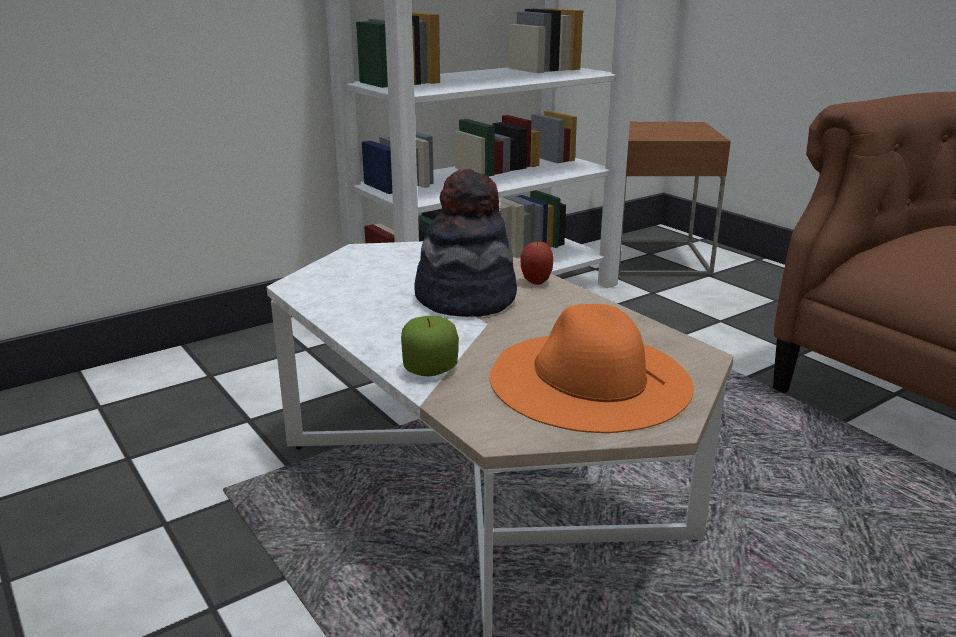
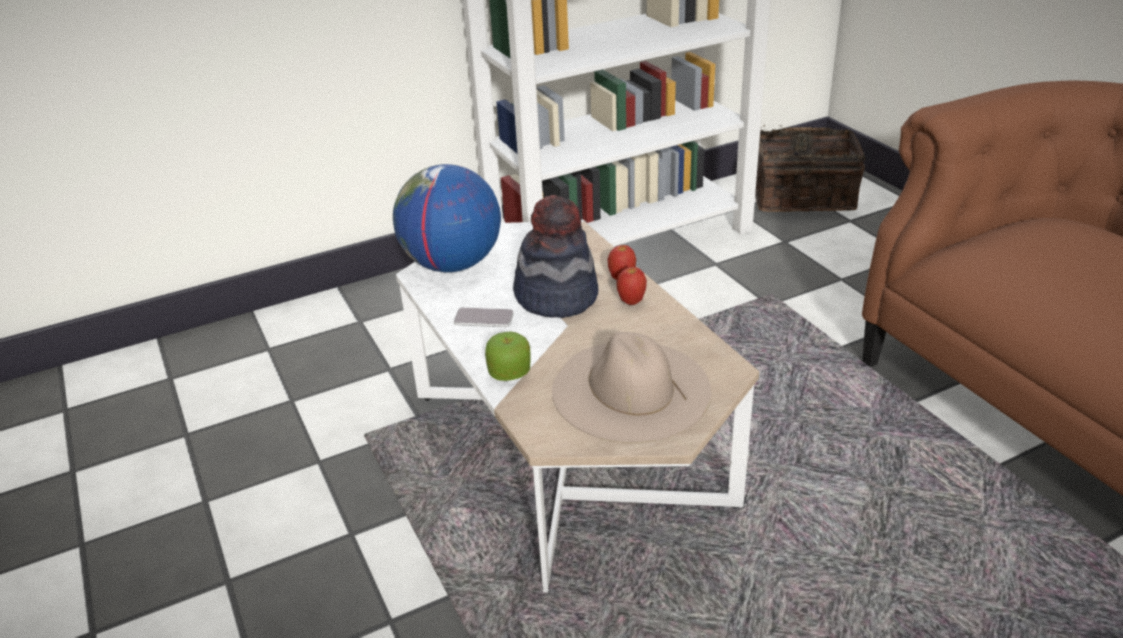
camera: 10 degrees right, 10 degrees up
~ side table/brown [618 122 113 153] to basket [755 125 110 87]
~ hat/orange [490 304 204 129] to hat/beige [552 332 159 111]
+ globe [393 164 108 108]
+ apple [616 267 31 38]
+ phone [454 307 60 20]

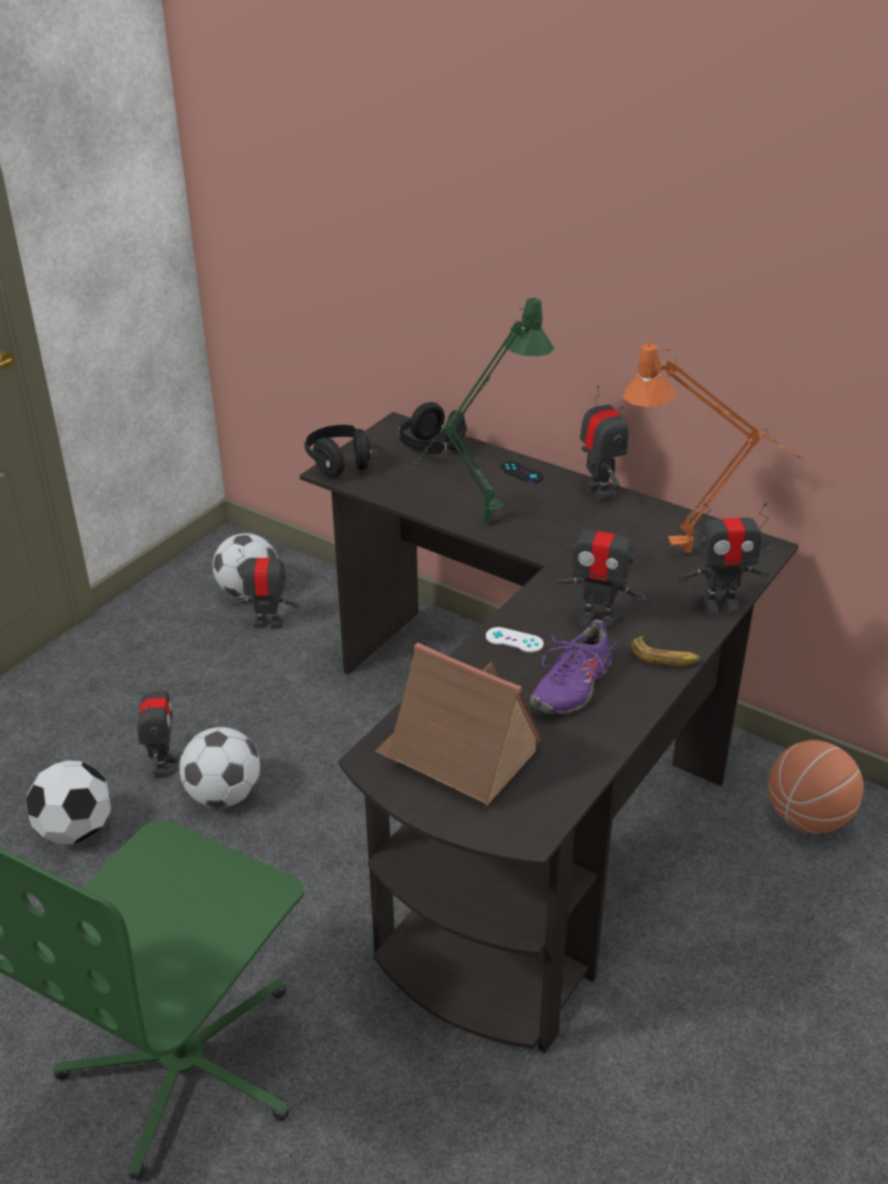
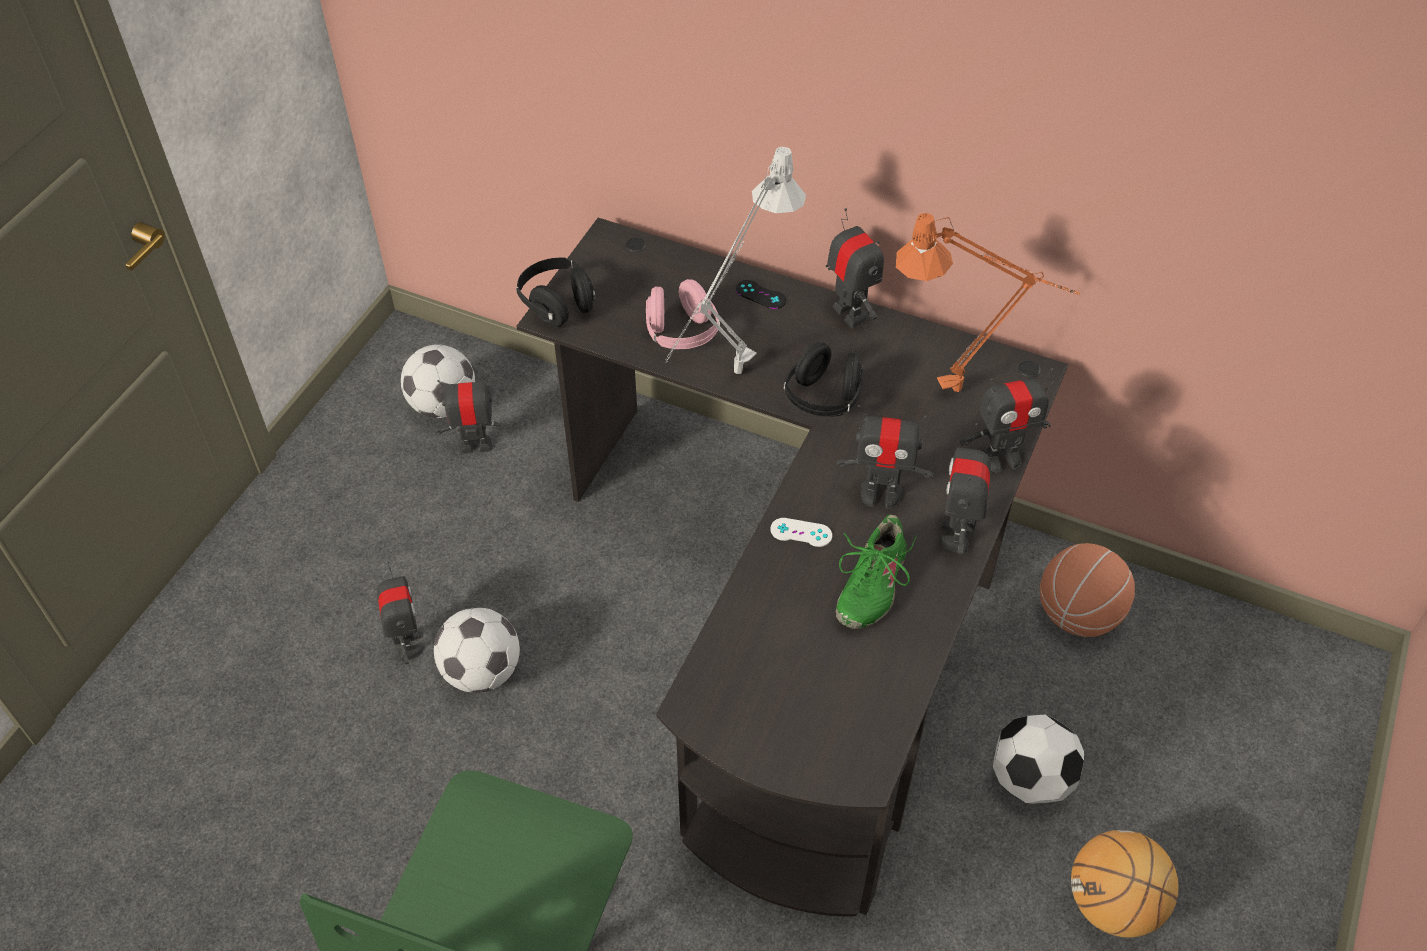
camera: 10 degrees left, 15 degrees up
~ table lamp/green [407 297 148 225] to table lamp/grey [665 147 141 227]
~ headphones/black [398 402 69 52] to [784 342 80 75]
~ shoe/purple [530 619 89 95] to shoe/green [836 515 81 114]
~ banana [631 636 69 30] to toy robot [938 423 53 132]
- toy house [375 642 168 164]
~ football [26 761 85 84] to [993 715 91 89]
+ headphones/pink [646 279 74 70]
+ basketball [1071 830 108 108]

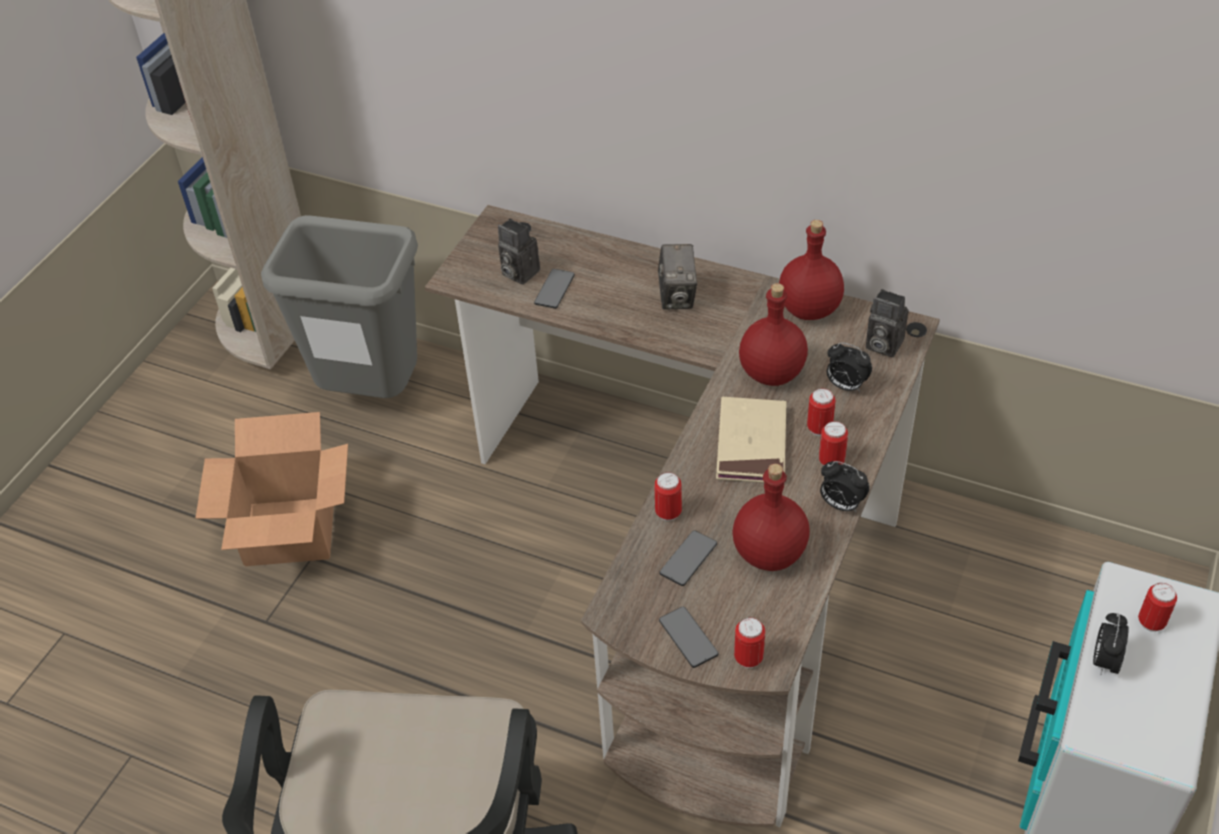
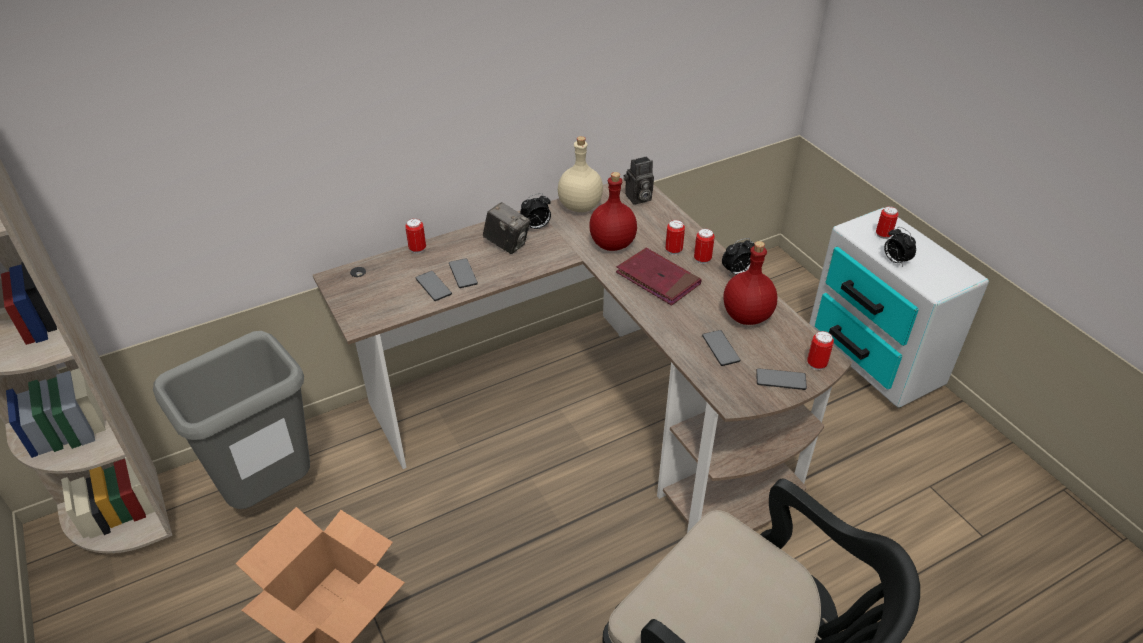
camera: 55 degrees left, 5 degrees down
- photo camera [498 218 42 67]
~ bottle/red [779 220 65 100] to bottle/beige [558 136 45 76]
~ alarm clock [827 342 45 50] to [520 193 31 37]
~ book/beige [716 397 70 86] to book/red [616 248 86 58]
~ can [655 472 27 49] to [405 218 21 35]
+ phone [449 258 29 30]

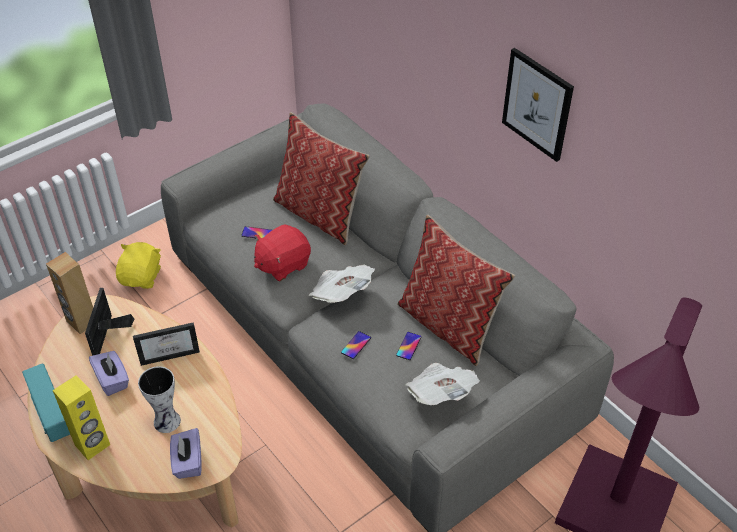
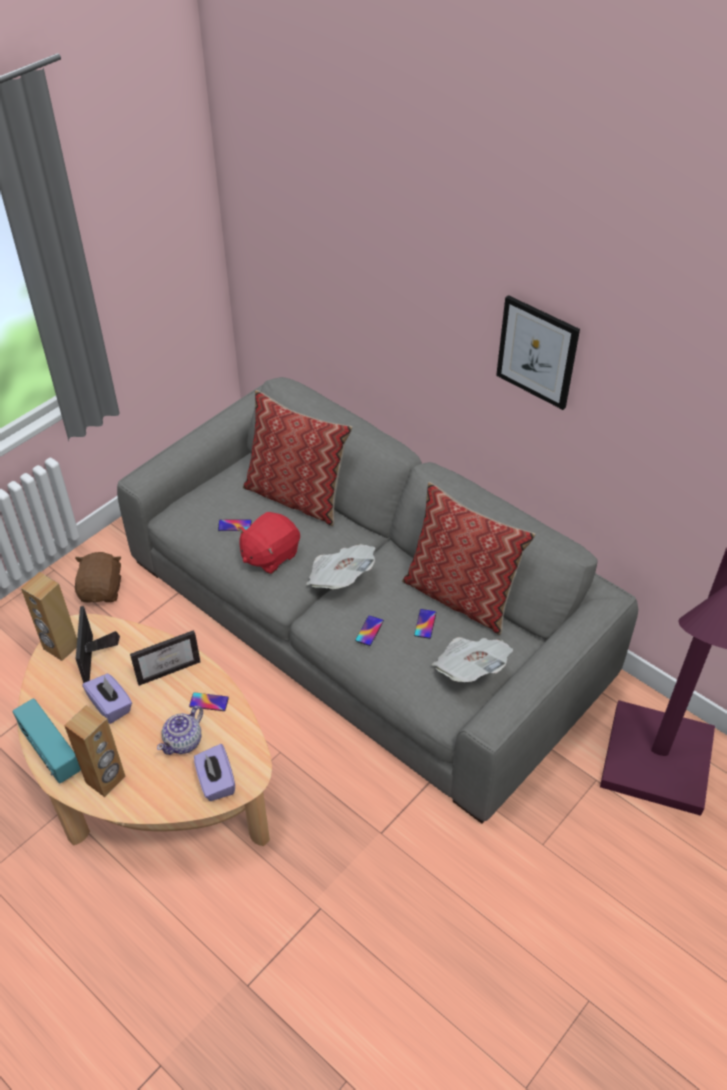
camera: 10 degrees left, 0 degrees up
~ plush toy/yellow [116 242 45 47] to plush toy/brown [75 552 46 50]
~ vase [138 366 43 67] to teapot [157 706 46 49]
~ speaker/yellow [52 375 58 85] to speaker/brown [64 705 62 92]
+ phone [189 692 40 19]

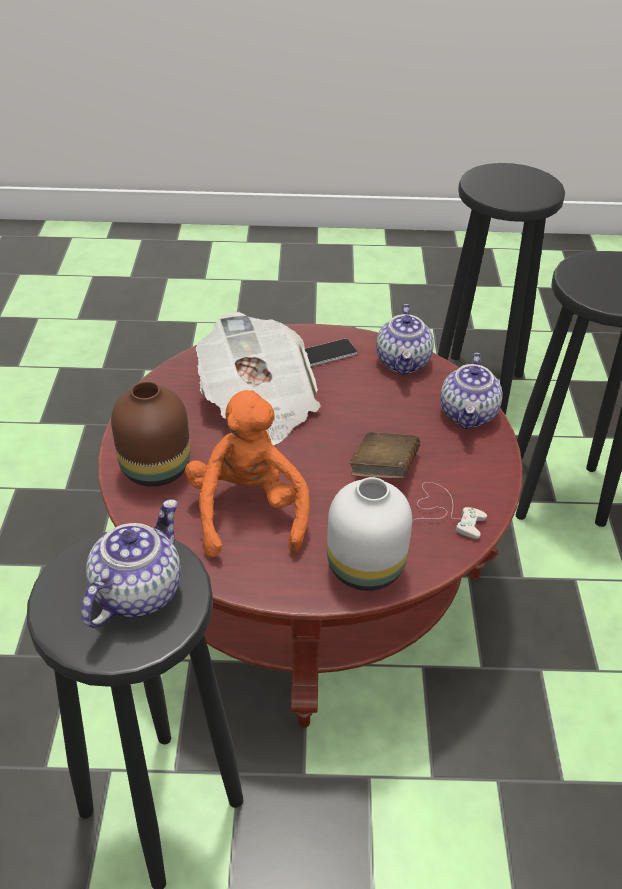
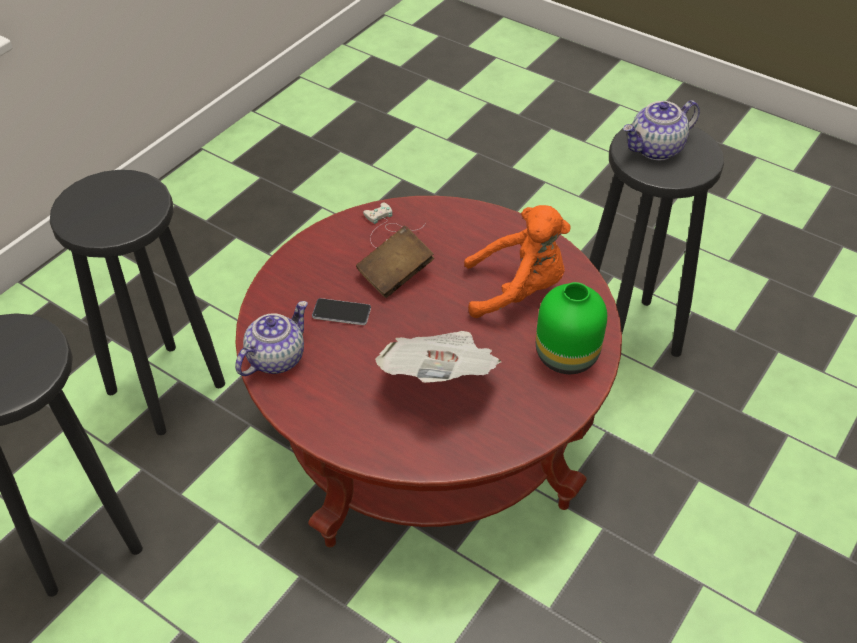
camera: 145 degrees left, 5 degrees up
~ phone [305 339 53 27] to [312 298 59 27]
- teapot [440 353 63 76]
~ vase/brown [111 381 79 106] to vase/green [536 282 71 92]
~ plush toy/orange [185 390 125 167] = [464 205 107 113] 120 degrees counterclockwise
- vase/white [327 477 85 114]

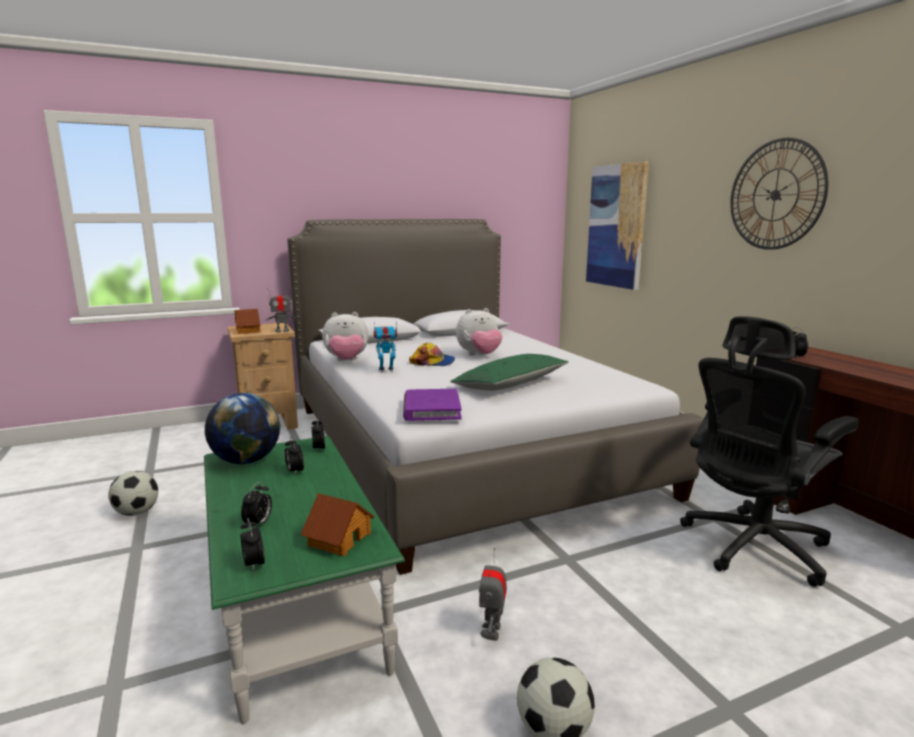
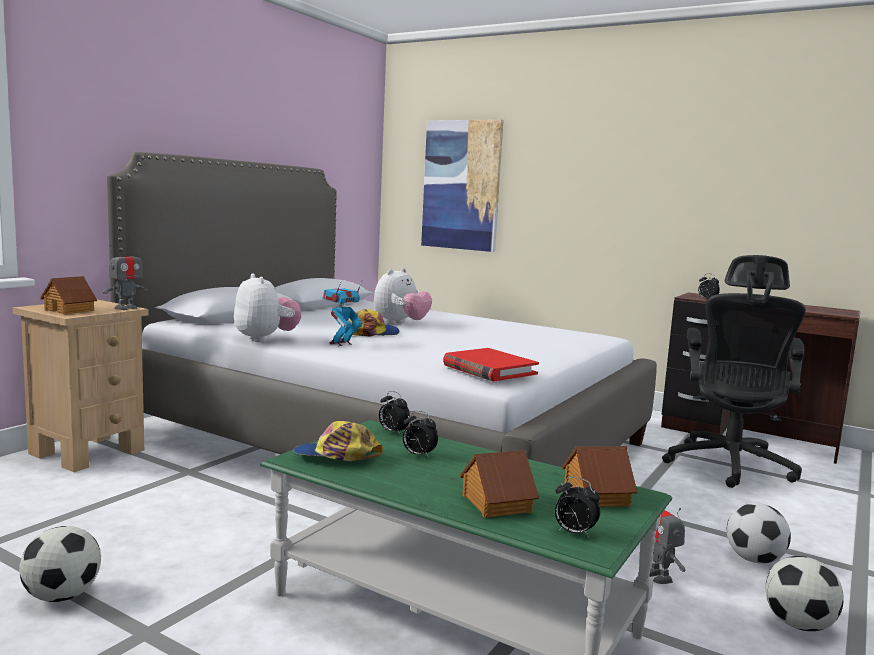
camera: 35 degrees left, 5 degrees down
- wall clock [730 138 98 112]
~ plush toy [322 312 47 49] = [234 274 67 68] 75 degrees counterclockwise
- pillow/green [450 354 119 37]
~ book/purple [403 389 59 32] to book/red [443 348 96 33]
~ globe [205 393 75 71] to cap [294 421 89 40]
~ alarm clock [241 482 31 46] to toy house [460 450 79 68]
+ football [727 503 64 61]

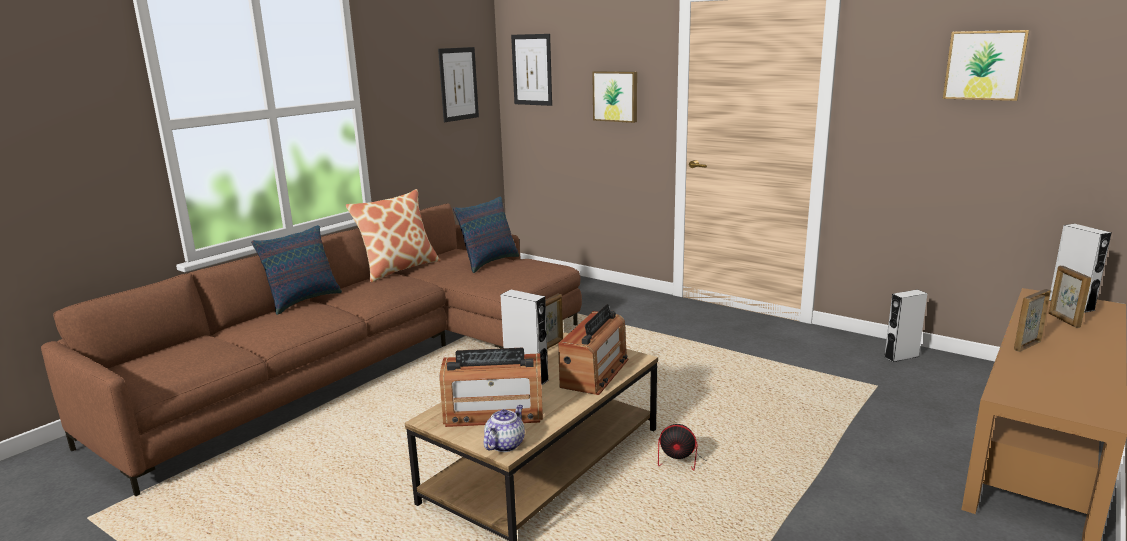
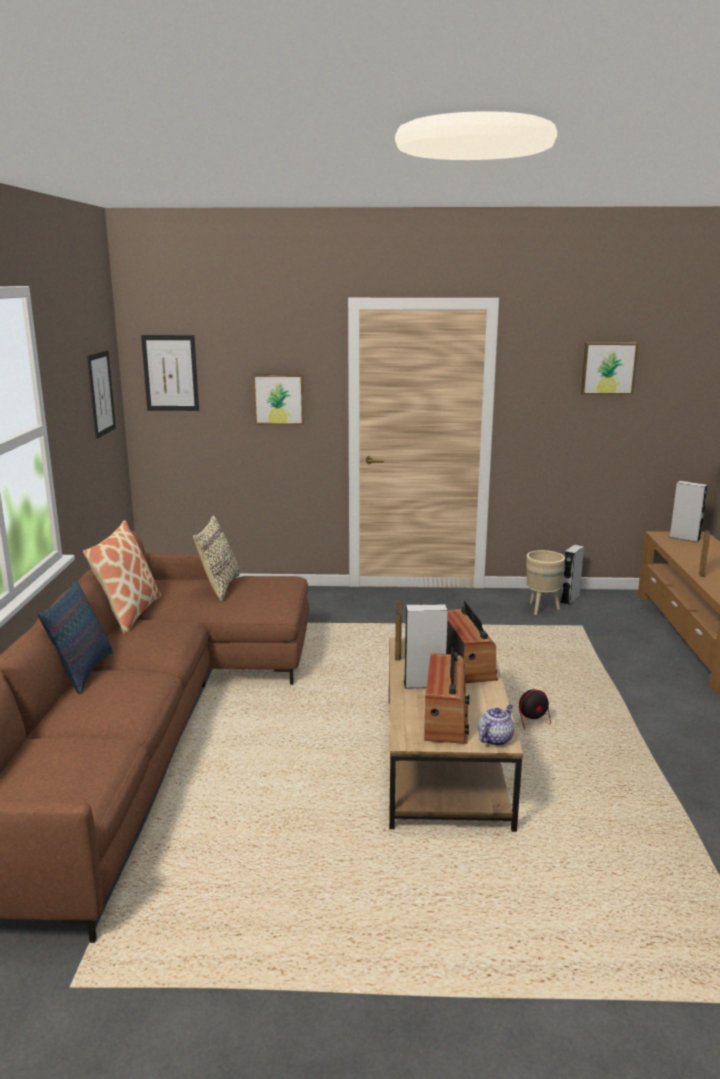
camera: 35 degrees left, 0 degrees up
~ pillow/blue [453 197 66 76] to pillow/beige [193 516 46 85]
- picture frame [1049 266 42 62]
~ radio [440 348 103 79] = [424 647 46 97] 45 degrees counterclockwise
~ teapot [484 405 41 47] = [478 705 36 41] 45 degrees clockwise
+ planter/beige [527 550 38 65]

